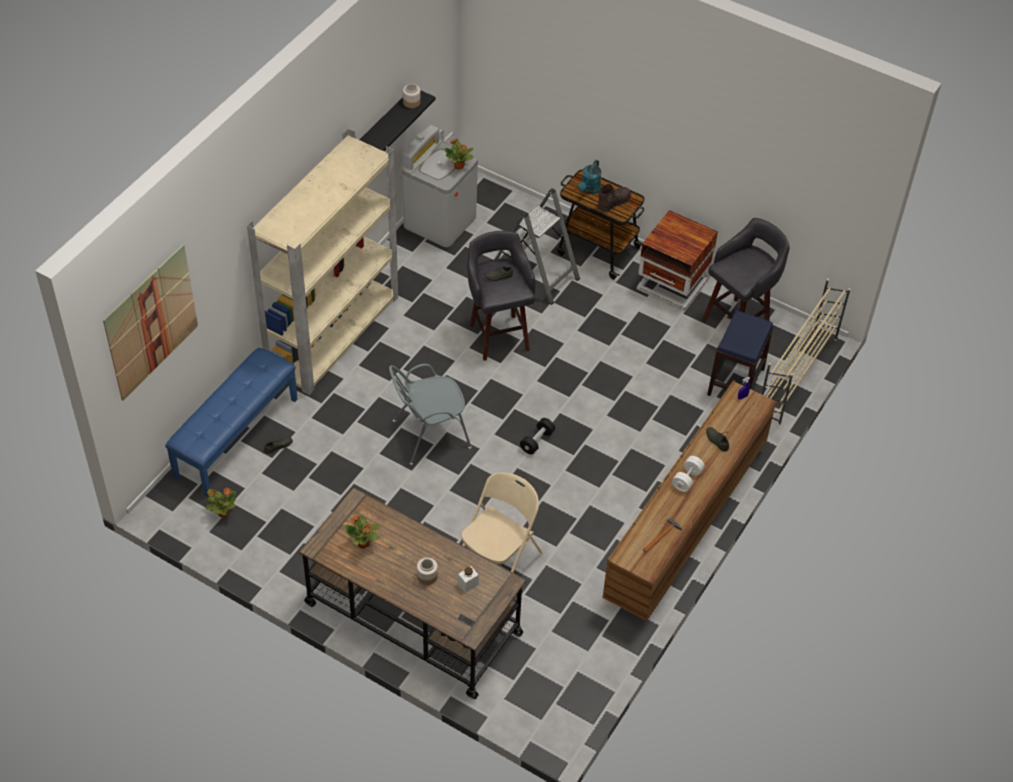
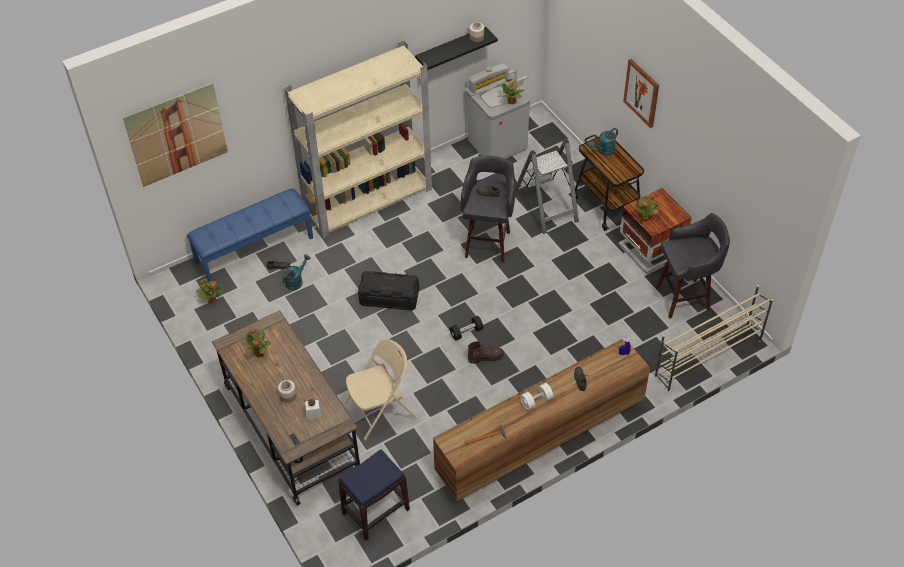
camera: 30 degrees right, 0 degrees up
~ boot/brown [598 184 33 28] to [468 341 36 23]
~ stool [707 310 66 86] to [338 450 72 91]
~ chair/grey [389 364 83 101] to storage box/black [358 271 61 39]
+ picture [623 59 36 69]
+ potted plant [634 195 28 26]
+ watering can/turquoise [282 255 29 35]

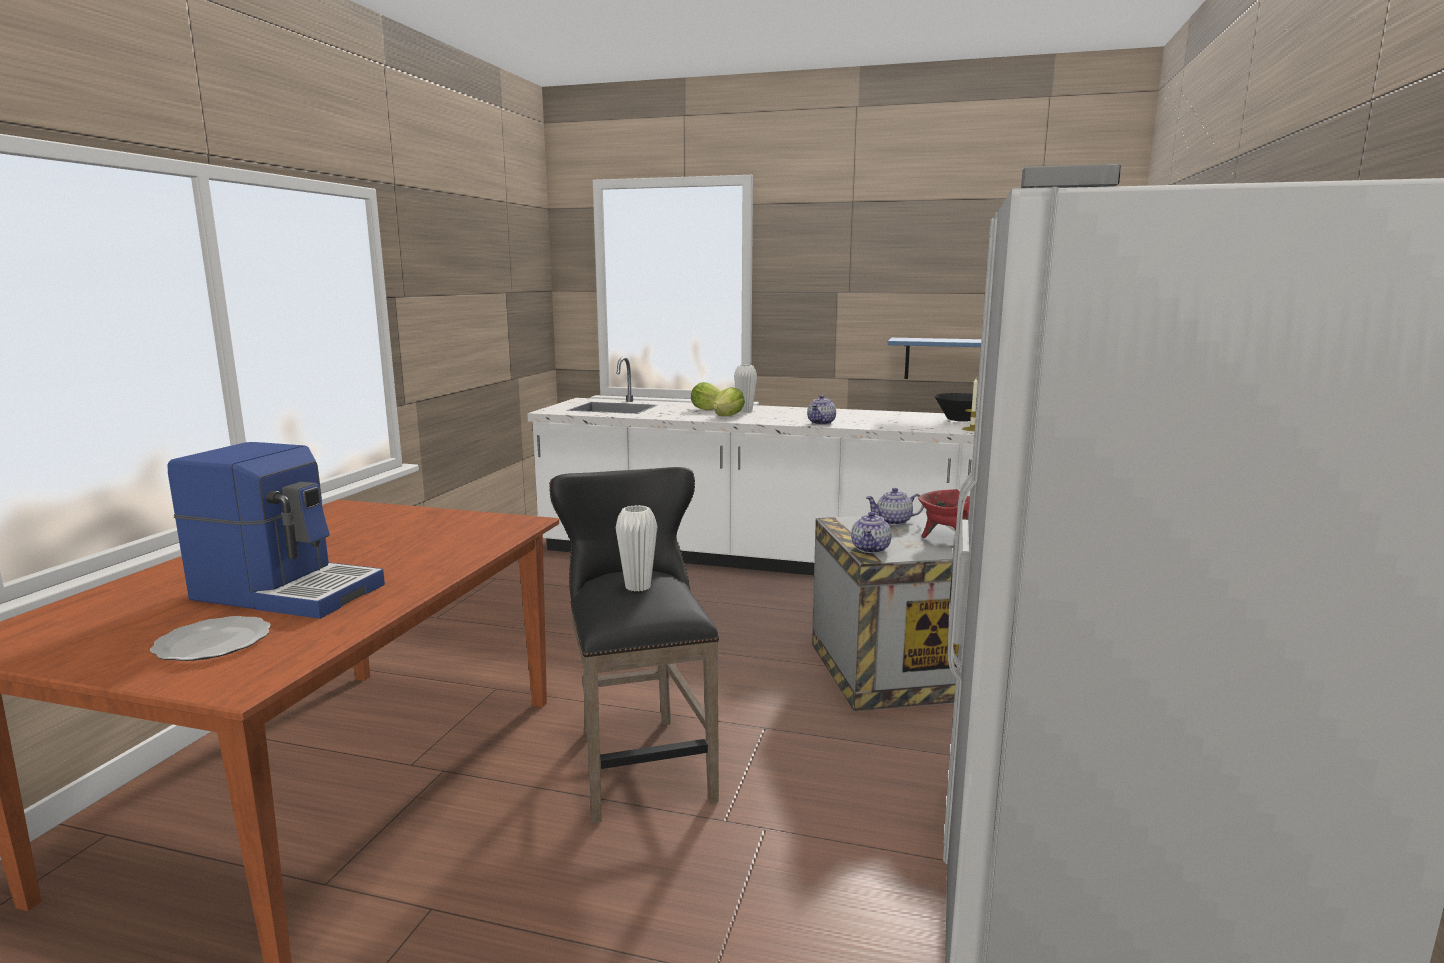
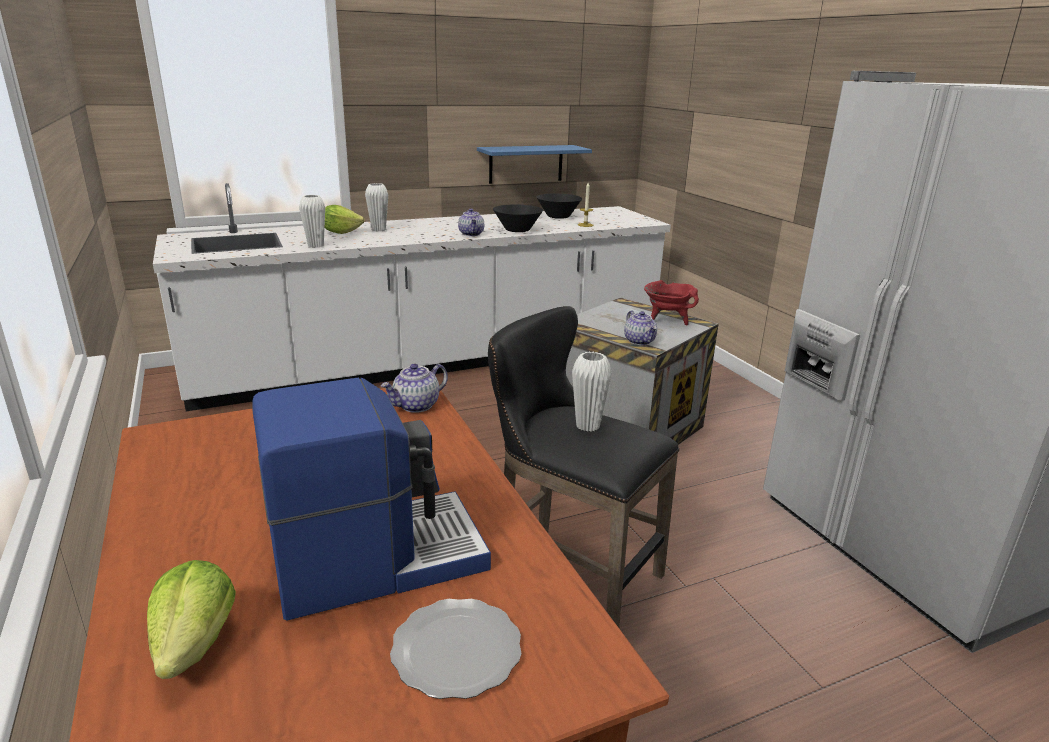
camera: 40 degrees left, 10 degrees up
~ lettuce [713 387 32 29] to [147 560 89 119]
~ teapot [866 488 58 37] to [381 364 67 49]
+ vase/white [299 195 26 53]
+ bowl/black [493 205 50 27]

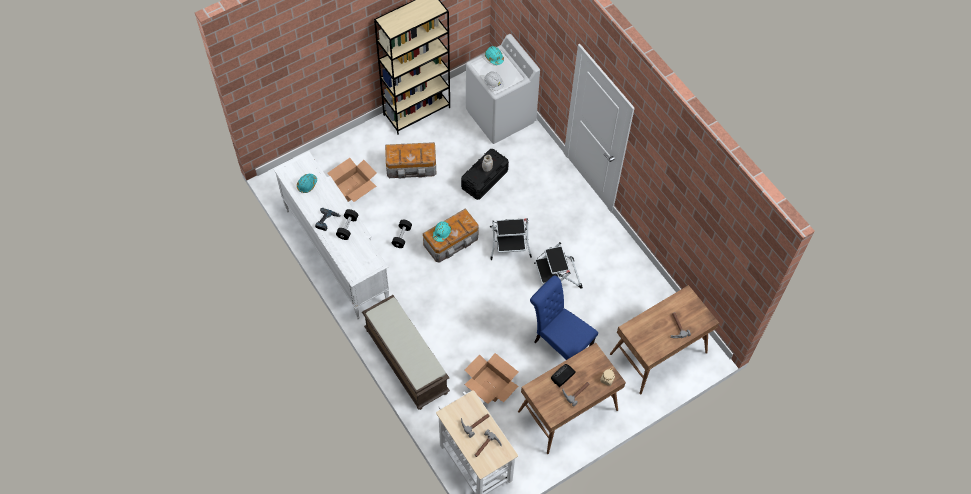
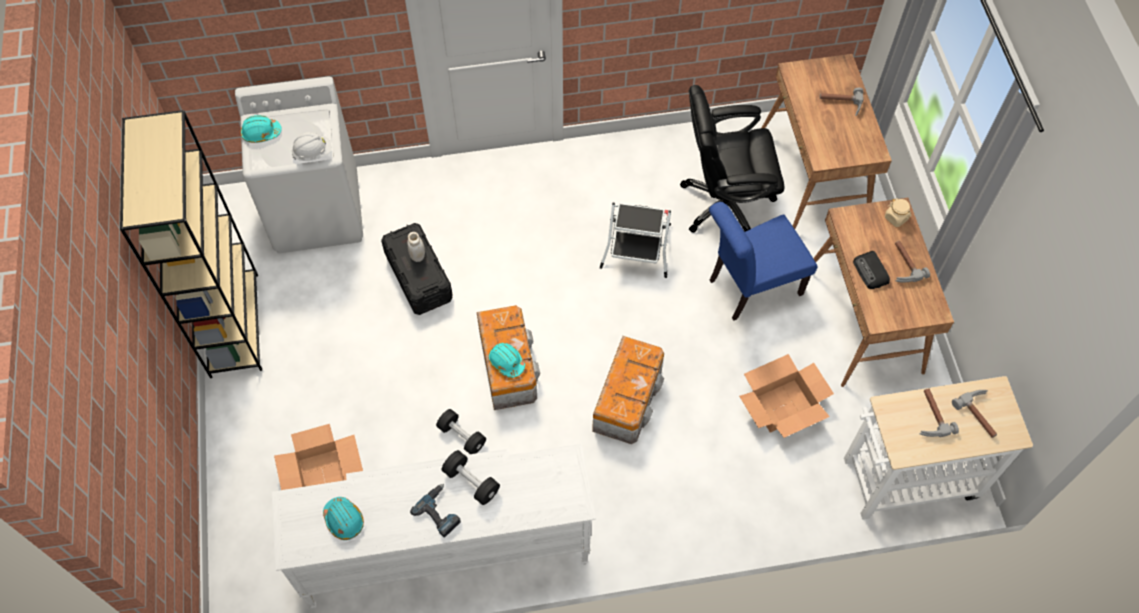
camera: 65 degrees left, 0 degrees up
~ storage box [385 142 51 36] to [592 336 72 108]
- step ladder [490 218 42 42]
- bench/brown [362 295 88 115]
+ office chair/black [680 85 104 148]

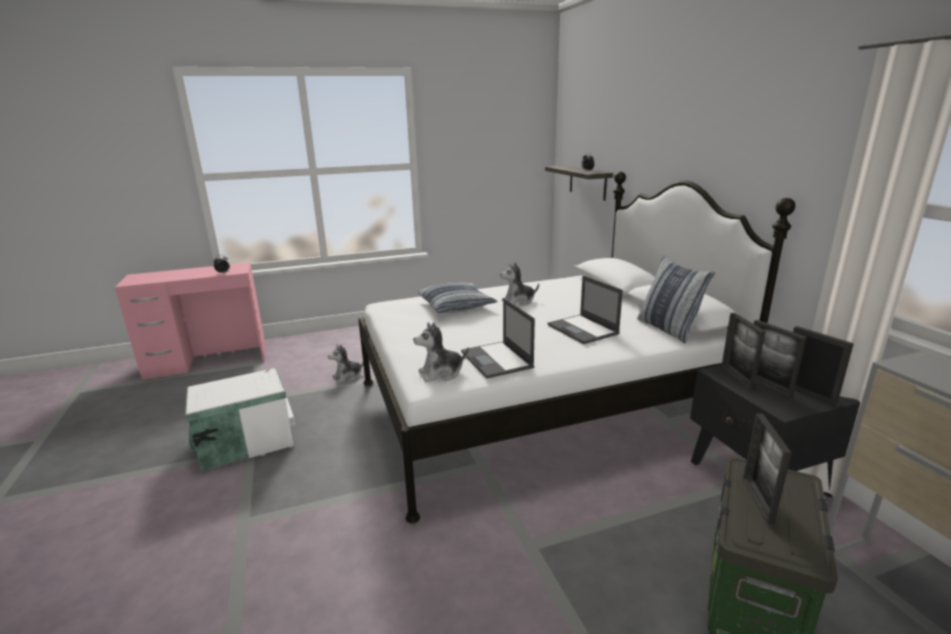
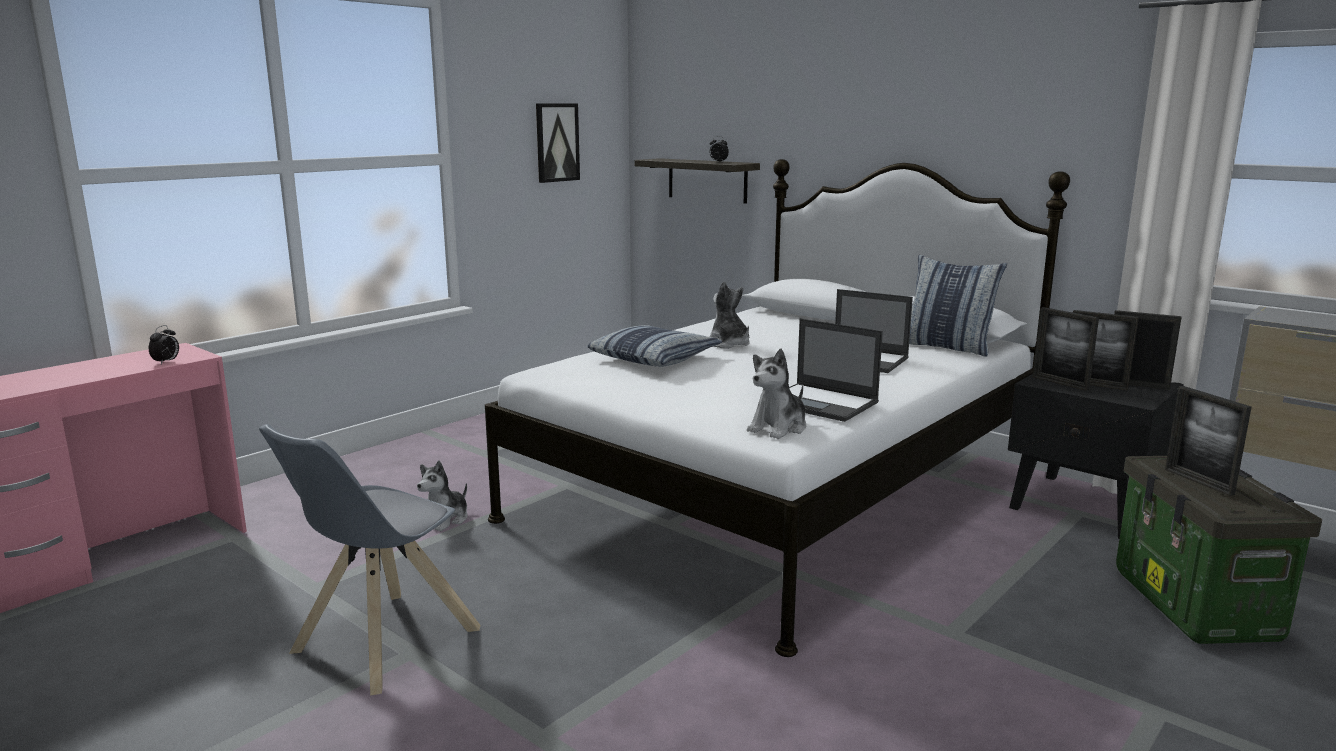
camera: 30 degrees left, 5 degrees down
~ plush toy [500 262 39 44] = [710 281 40 68] 105 degrees clockwise
~ storage box/white [185 368 110 105] to chair/grey [259 424 221 272]
+ picture [536 103 44 80]

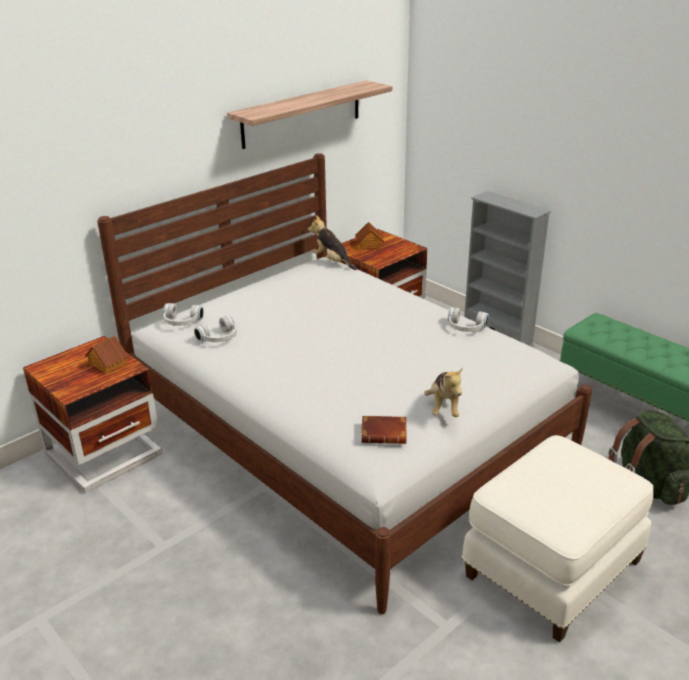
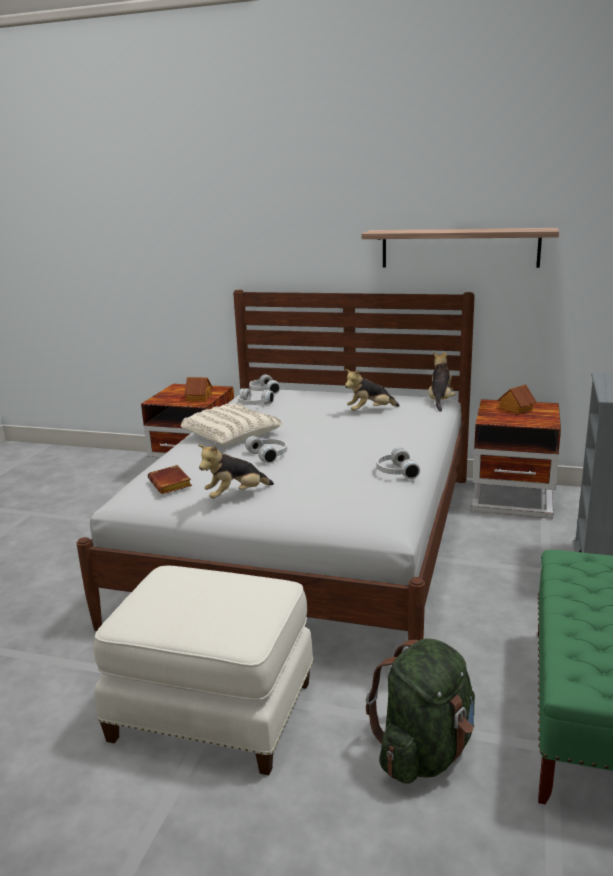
camera: 60 degrees right, 10 degrees down
+ plush toy [345 369 55 42]
+ pillow/beige [181 403 101 42]
+ headphones/white [245 436 42 28]

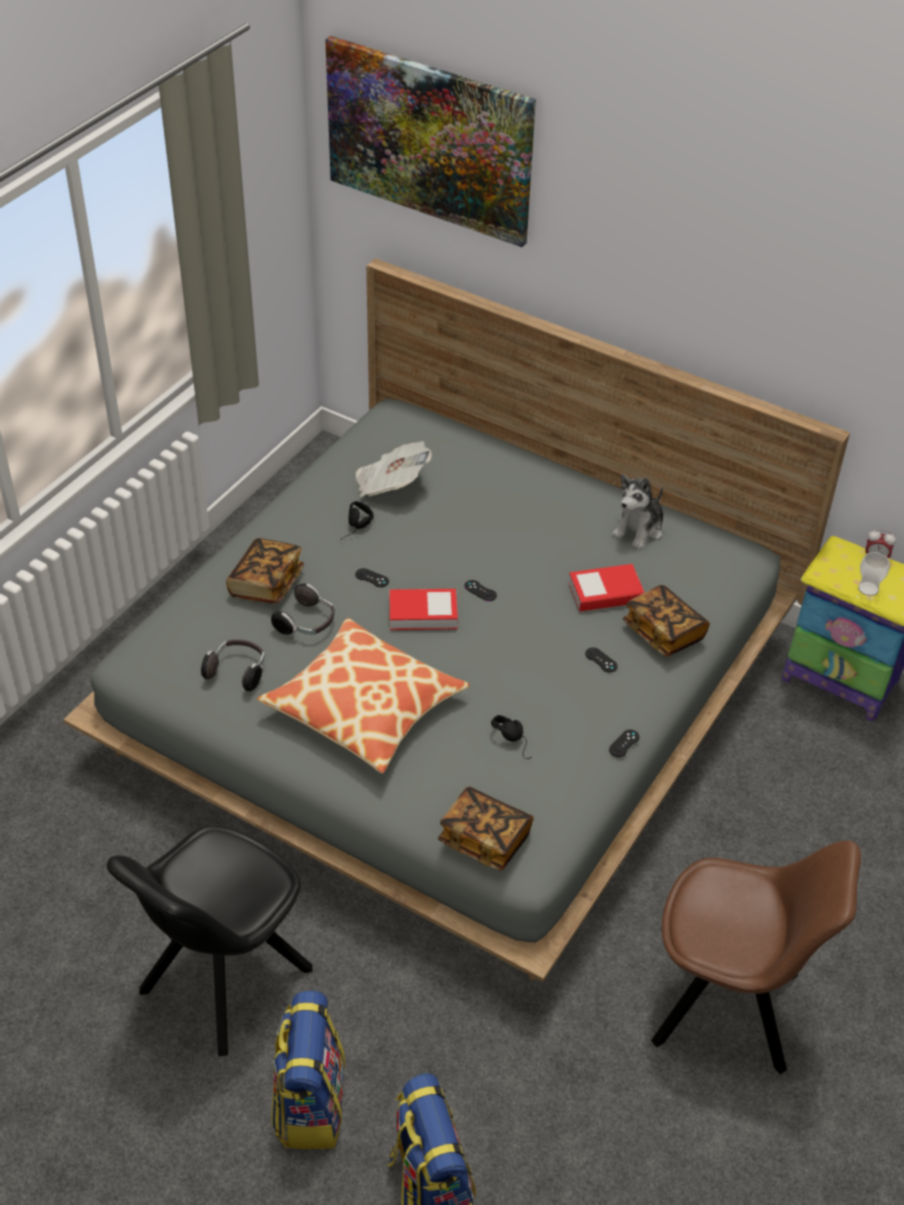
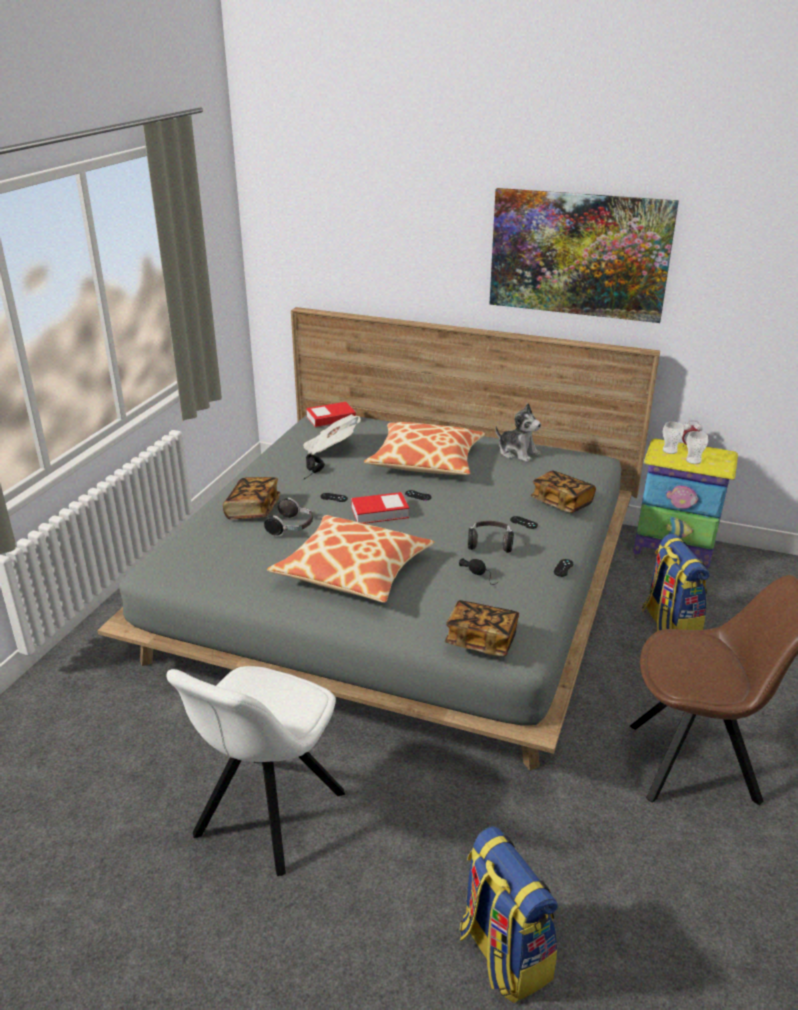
camera: 10 degrees left, 15 degrees down
~ picture [325 36 211 211] to [490 188 189 135]
~ plush toy [611 474 53 76] = [495 403 46 59] 75 degrees counterclockwise
~ book [568 564 77 48] to [306 402 50 25]
~ headphones [201 639 64 52] to [468 521 46 32]
~ chair/black [107 825 206 231] to chair/white [166 666 179 210]
~ backpack [272 990 73 159] to [642 534 67 97]
+ pillow [364 422 121 53]
+ cup [663 422 21 32]

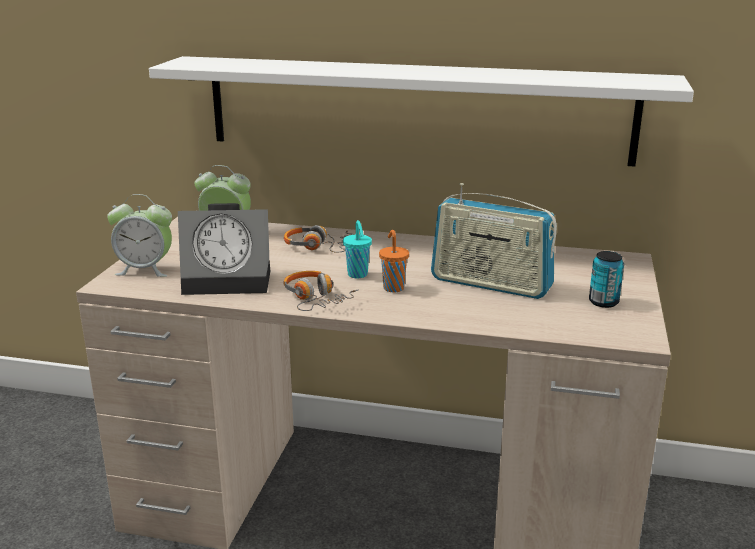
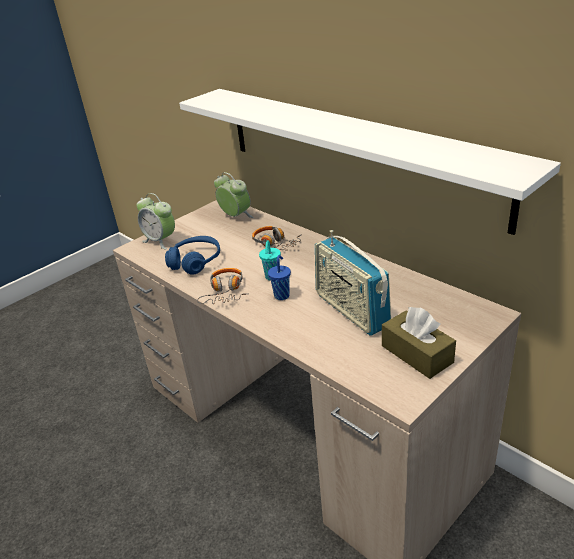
camera: 35 degrees right, 10 degrees up
~ alarm clock [178 203 92 92] to headphones/blue [165 236 55 39]
~ cup/orange [379 230 30 62] to cup/blue [268 255 23 45]
~ can [589 251 35 57] to tissue box/brown [382 307 74 72]

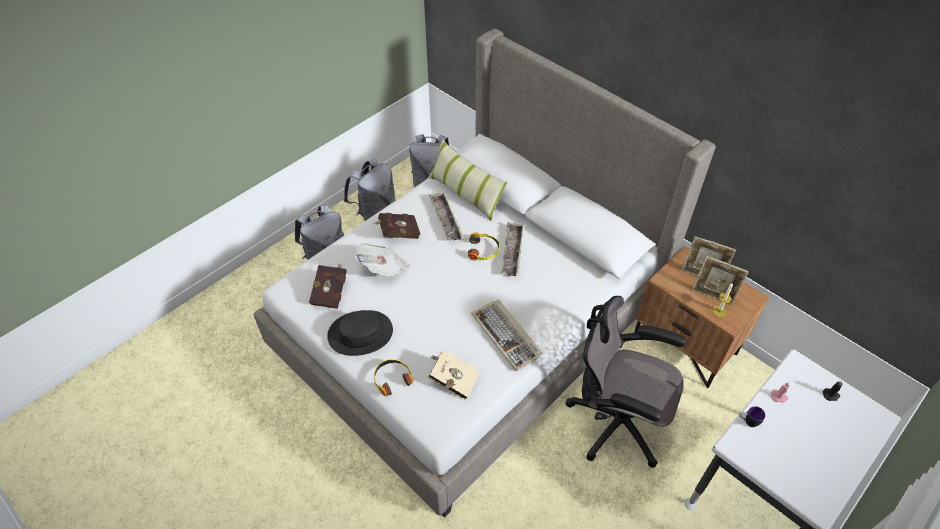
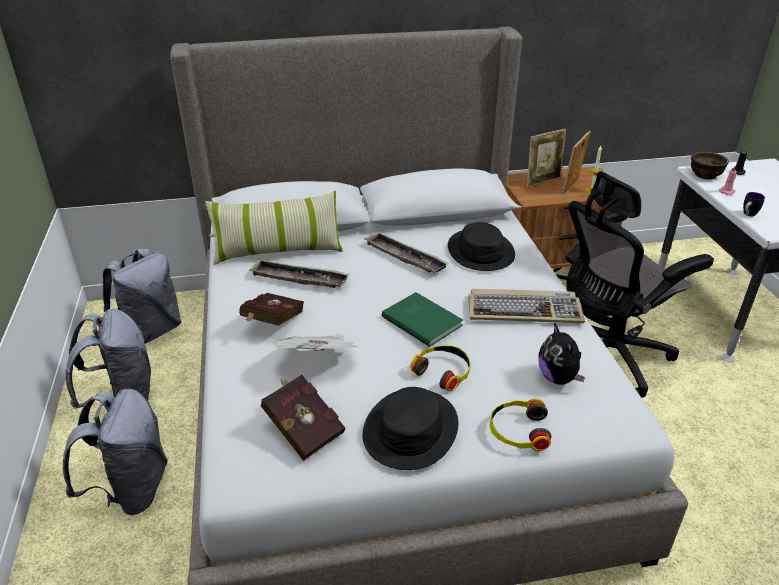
camera: 55 degrees left, 15 degrees down
~ headphones [468 232 32 28] to [411 345 60 46]
~ picture frame [692 256 57 49] = [561 131 30 64] 150 degrees clockwise
~ book/beige [428 350 52 49] to plush toy [538 322 47 63]
+ bowl/brown [691 152 38 27]
+ hat/black [448 222 67 49]
+ book/green [382 292 81 55]

